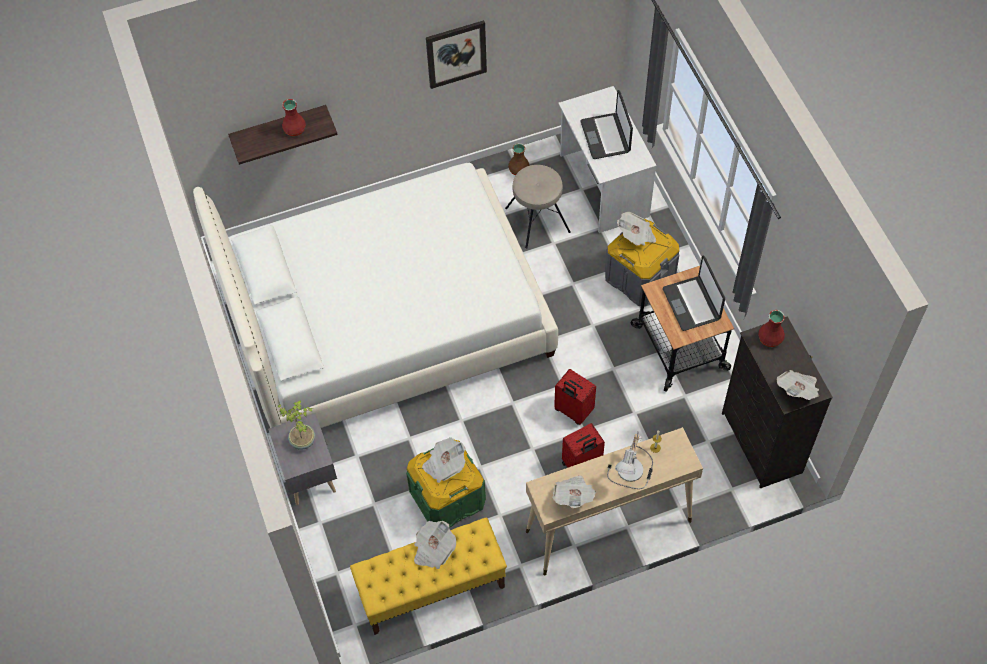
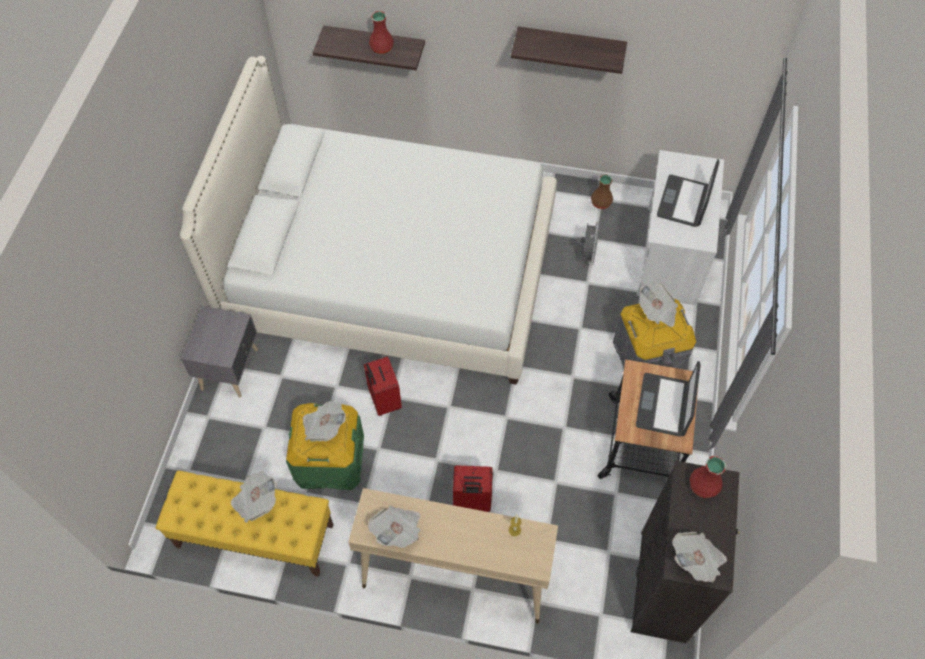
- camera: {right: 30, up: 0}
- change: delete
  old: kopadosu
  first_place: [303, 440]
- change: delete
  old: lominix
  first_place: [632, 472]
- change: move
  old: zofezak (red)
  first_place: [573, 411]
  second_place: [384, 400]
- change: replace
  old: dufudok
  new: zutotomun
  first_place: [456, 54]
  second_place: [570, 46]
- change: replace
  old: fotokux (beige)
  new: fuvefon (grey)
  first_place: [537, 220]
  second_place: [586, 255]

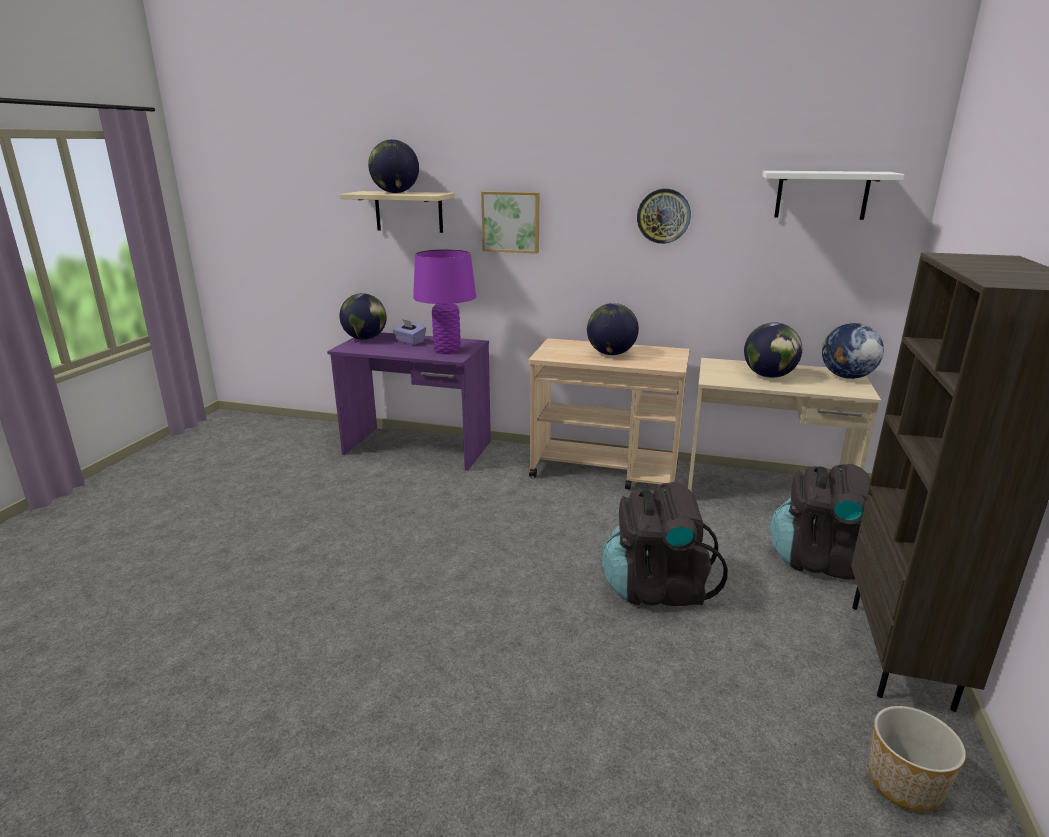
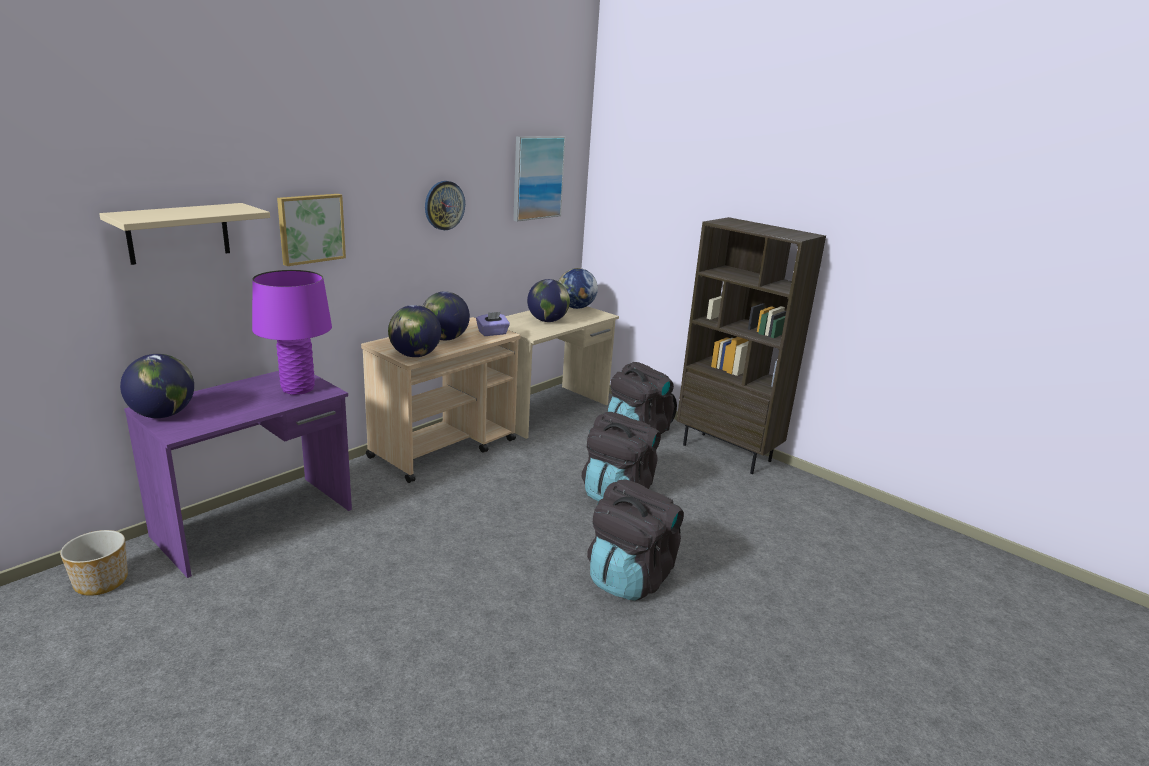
- camera: {right: -65, up: 0}
- change: insert
  new: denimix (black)
  second_place: [630, 577]
- change: move
  old: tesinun
  first_place: [395, 193]
  second_place: [415, 355]
- change: move
  old: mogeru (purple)
  first_place: [410, 342]
  second_place: [492, 333]
- change: move
  old: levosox
  first_place: [903, 784]
  second_place: [101, 583]
- change: replace
  old: zutotomun (white)
  new: dufudok
  first_place: [821, 195]
  second_place: [537, 177]

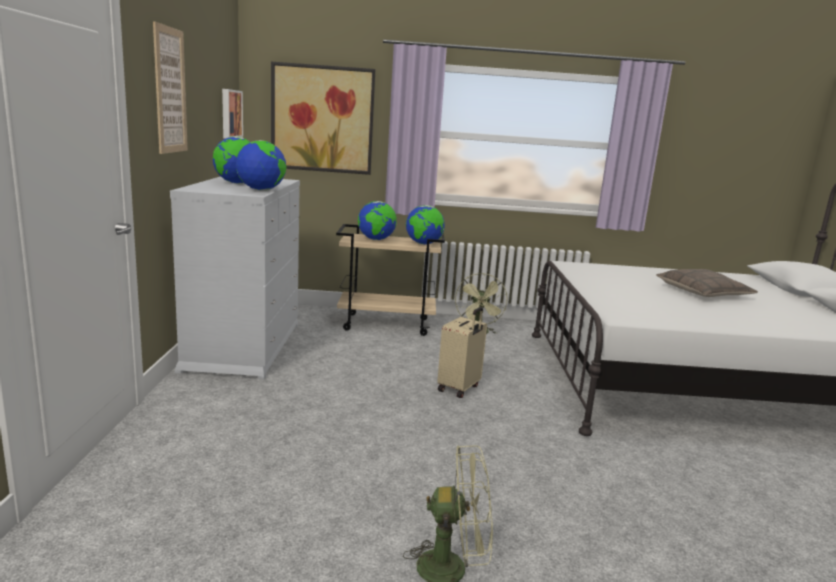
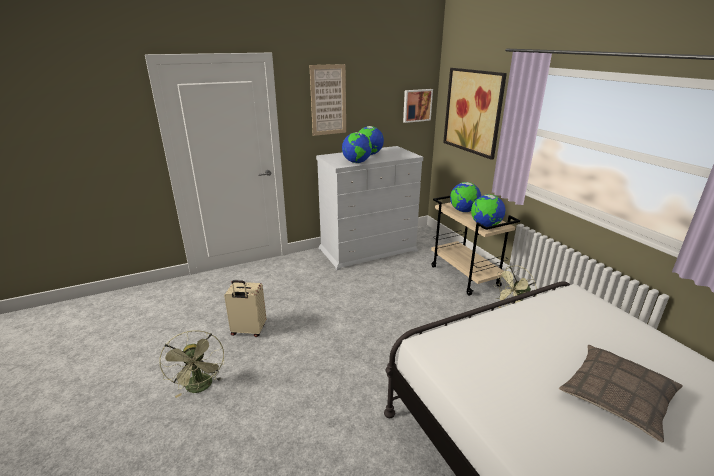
- camera: {right: 65, up: 10}
- change: move
  old: zofezak (beige)
  first_place: [459, 388]
  second_place: [248, 331]

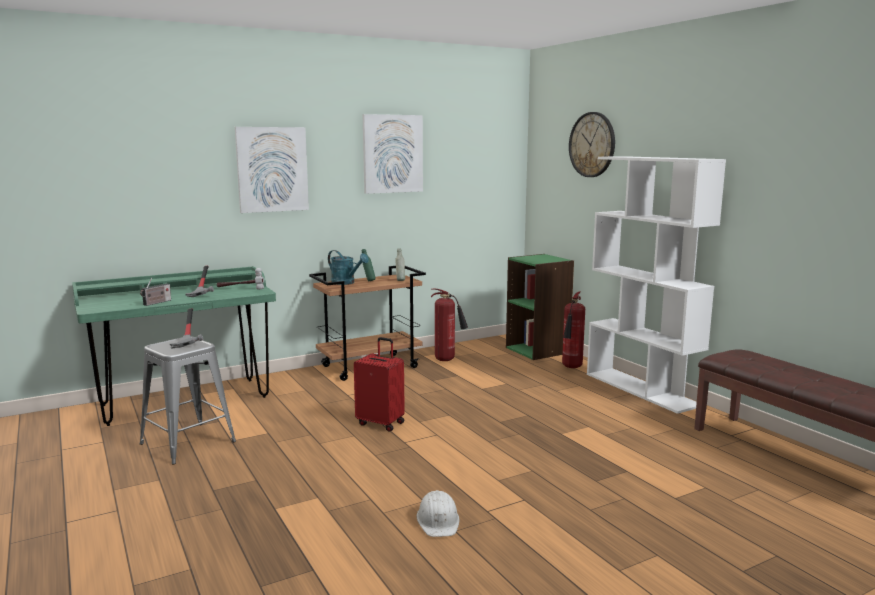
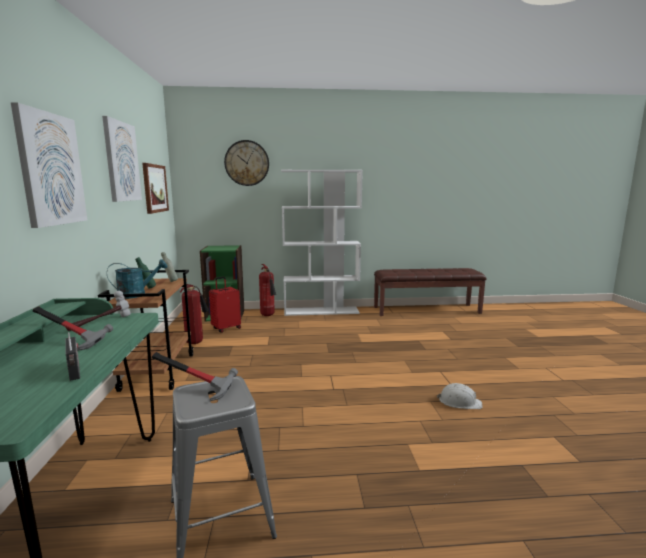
- camera: {right: -65, up: 0}
- change: insert
  new: dufudok
  second_place: [155, 188]
- change: move
  old: zofezak (red)
  first_place: [381, 423]
  second_place: [226, 328]

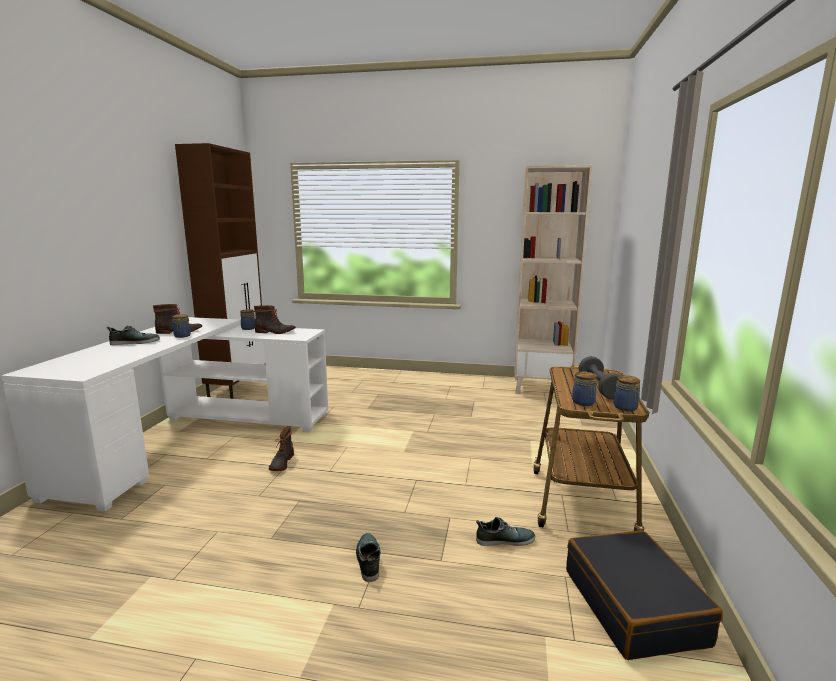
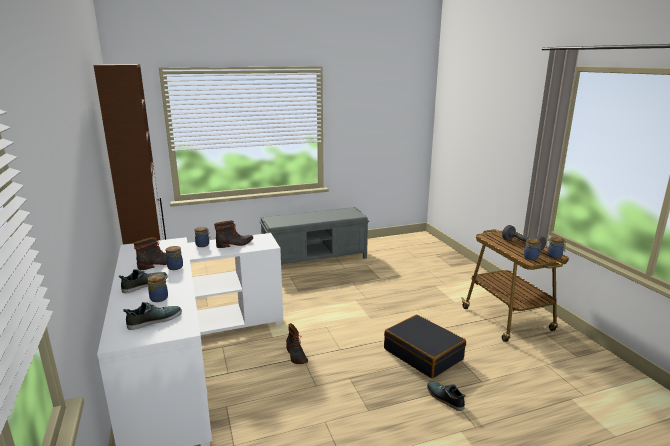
- camera: {right: -30, up: 5}
- change: delete
  old: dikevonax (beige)
  first_place: [541, 387]
- change: insert
  new: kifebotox
  second_place: [158, 298]
- change: insert
  new: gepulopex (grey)
  second_place: [315, 258]
- change: move
  old: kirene
  first_place: [504, 539]
  second_place: [154, 320]
- change: move
  old: zofezak (black)
  first_place: [634, 606]
  second_place: [423, 354]

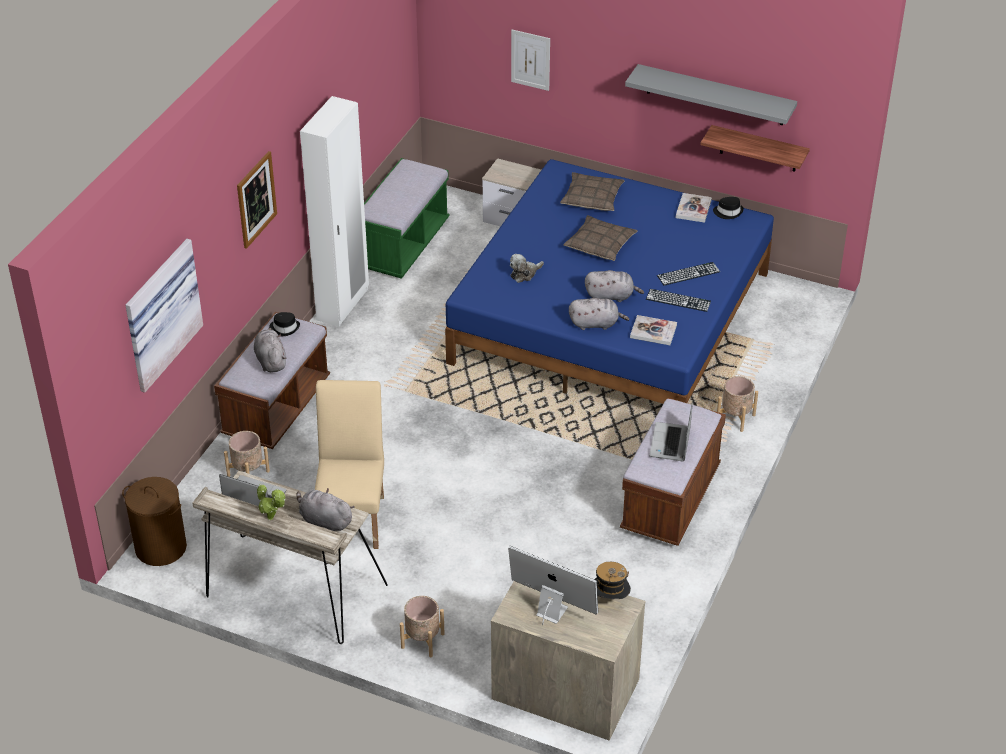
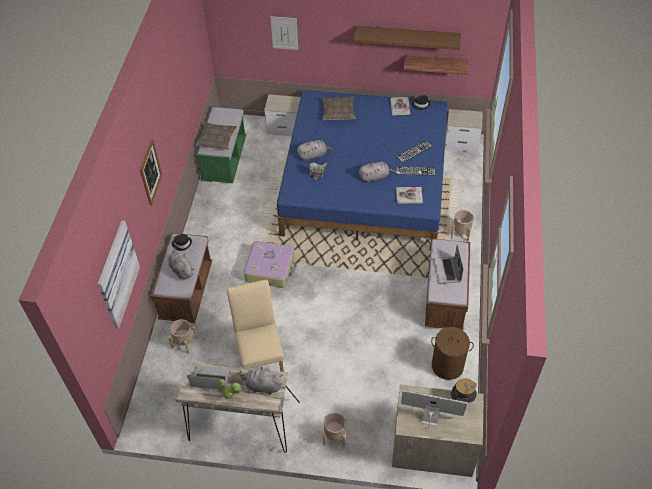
- camera: {right: -15, up: 10}
- change: delete
  old: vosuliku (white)
  first_place: [343, 305]
- change: insert
  new: zofezak
  second_place: [270, 268]
- change: insert
  new: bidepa
  second_place: [461, 143]
- change: move
  old: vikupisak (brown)
  first_place: [160, 547]
  second_place: [447, 365]
- change: move
  old: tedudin
  first_place: [600, 244]
  second_place: [216, 139]
- change: move
  old: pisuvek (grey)
  first_place: [596, 324]
  second_place: [313, 155]
- change: recolor
  old: zutotomun (grey)
  new: zutotomun (brown)
  first_place: [715, 95]
  second_place: [407, 37]

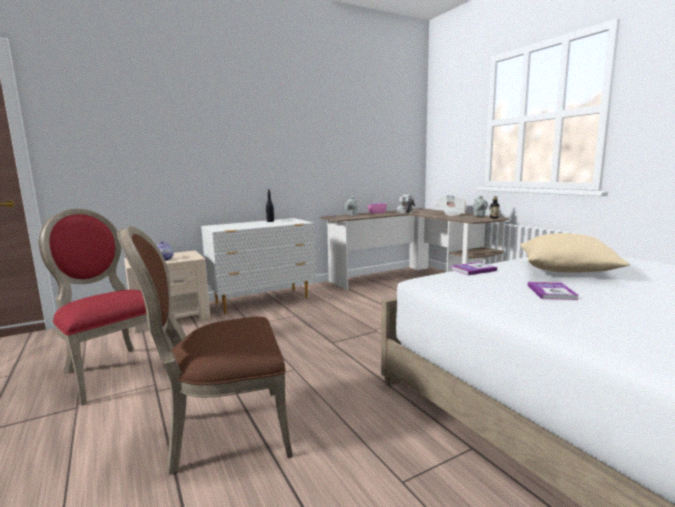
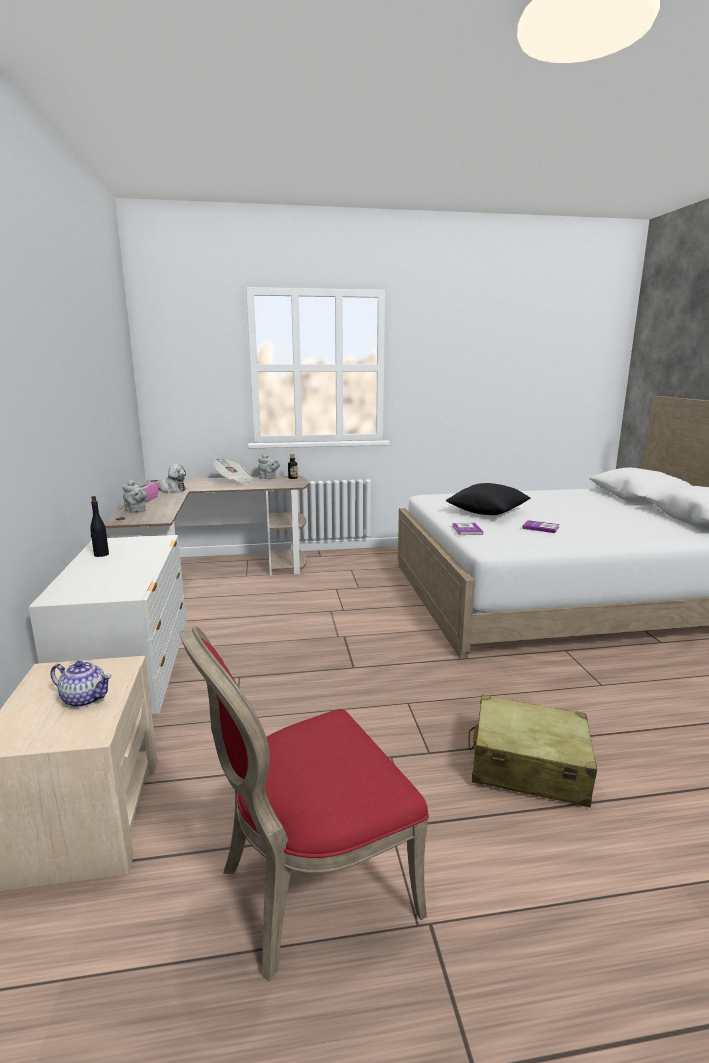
- camera: {right: -70, up: 5}
- change: replace
  old: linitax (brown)
  new: zofezak (beige)
  first_place: [223, 432]
  second_place: [528, 766]
- change: recolor
  old: tedudin (beige)
  new: tedudin (black)
  first_place: [566, 271]
  second_place: [488, 512]

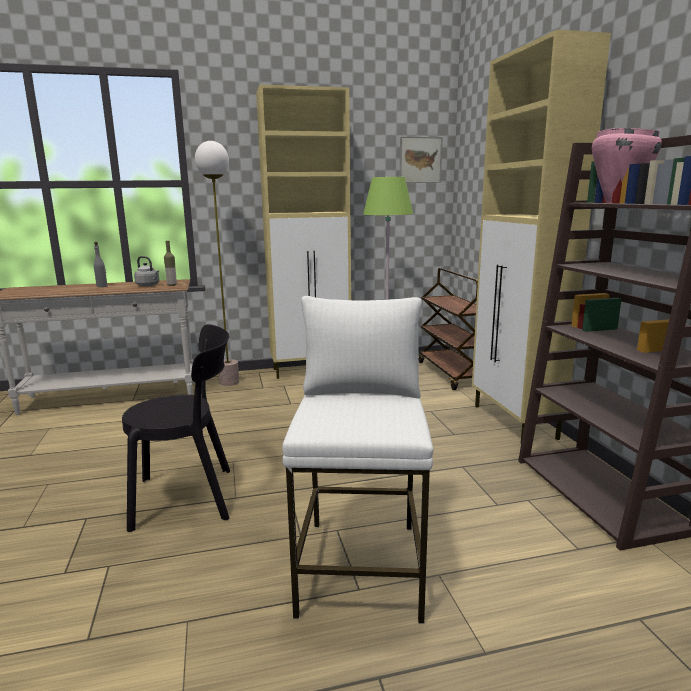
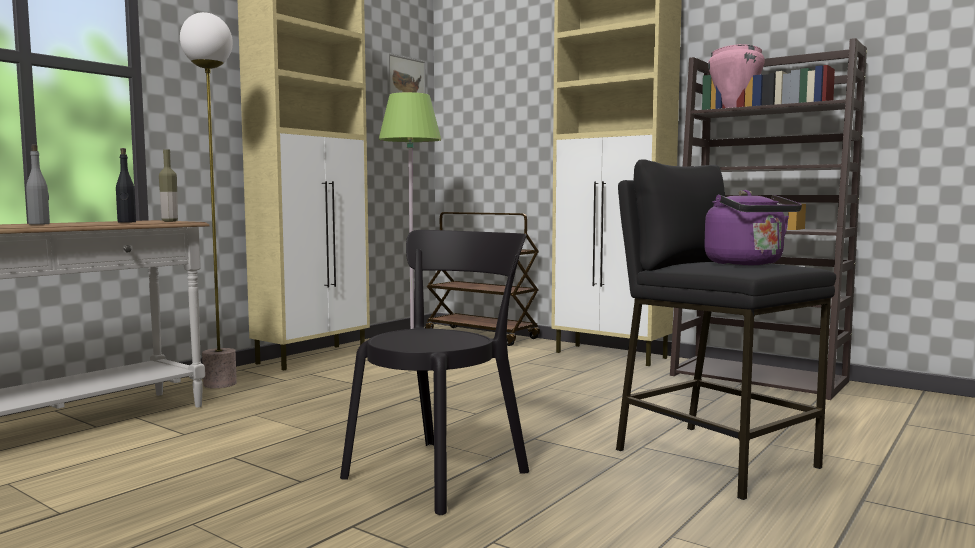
- camera: {right: -40, up: -10}
- change: insert
  new: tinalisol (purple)
  second_place: [747, 264]
- change: replace
  old: tinalisol (grey)
  new: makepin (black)
  first_place: [148, 285]
  second_place: [126, 222]
- change: recolor
  old: fotokux (white)
  new: fotokux (black)
  first_place: [361, 567]
  second_place: [714, 458]

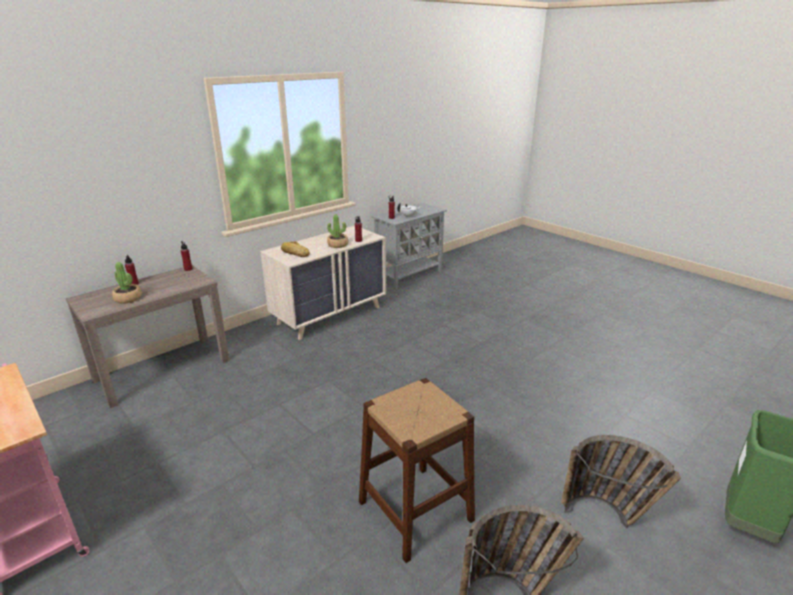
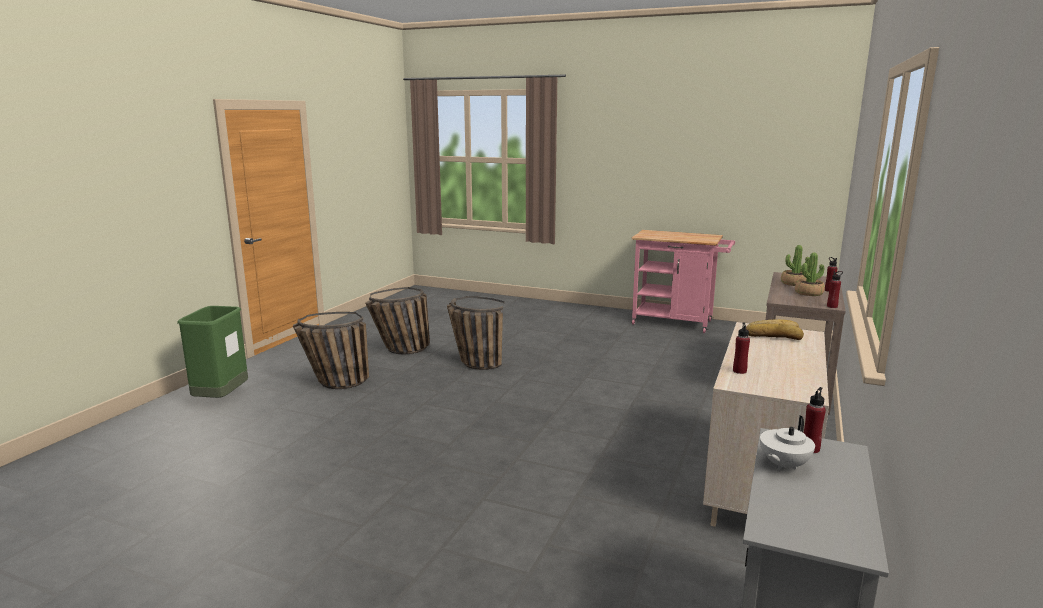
- camera: {right: 155, up: -10}
- change: move
  old: kopadosu
  first_place: [338, 245]
  second_place: [809, 293]
- change: replace
  old: fotokux (brown)
  new: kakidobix
  first_place: [415, 510]
  second_place: [472, 362]

